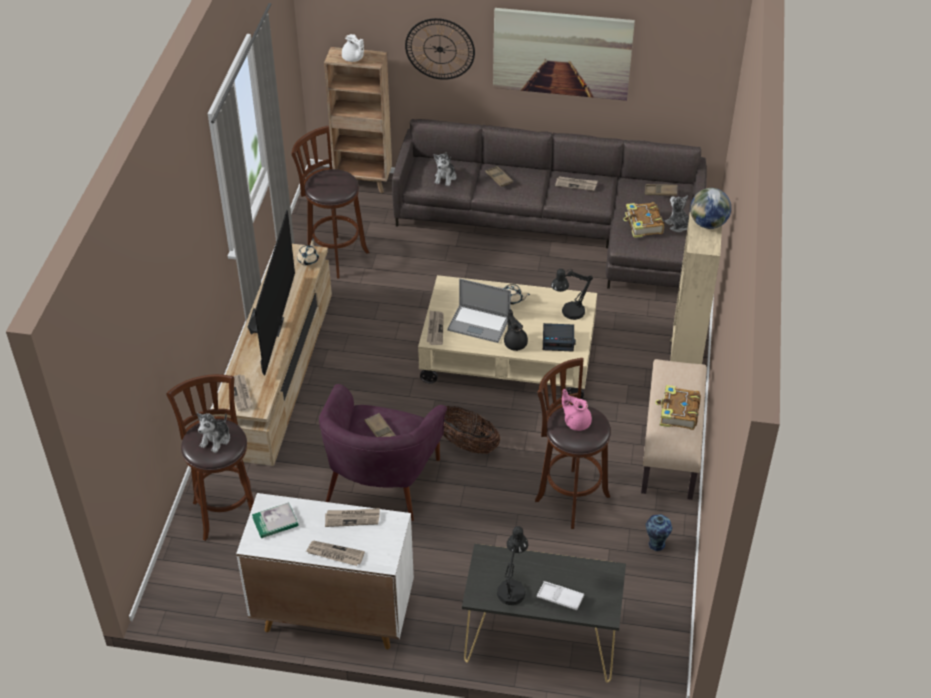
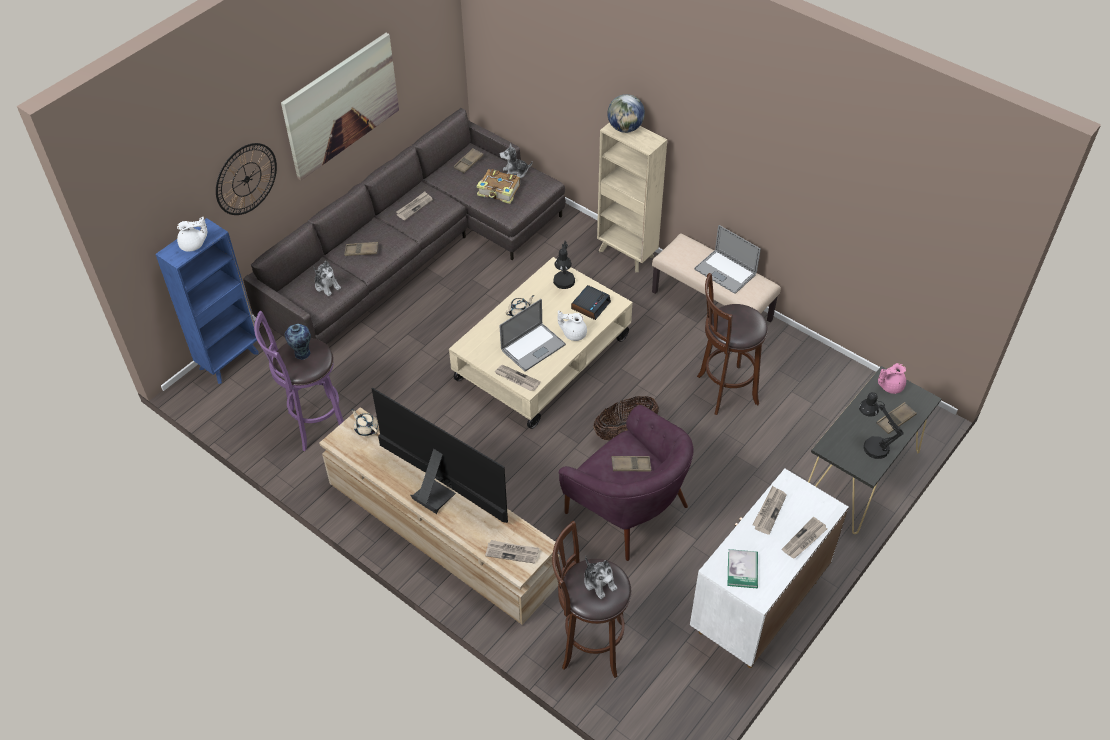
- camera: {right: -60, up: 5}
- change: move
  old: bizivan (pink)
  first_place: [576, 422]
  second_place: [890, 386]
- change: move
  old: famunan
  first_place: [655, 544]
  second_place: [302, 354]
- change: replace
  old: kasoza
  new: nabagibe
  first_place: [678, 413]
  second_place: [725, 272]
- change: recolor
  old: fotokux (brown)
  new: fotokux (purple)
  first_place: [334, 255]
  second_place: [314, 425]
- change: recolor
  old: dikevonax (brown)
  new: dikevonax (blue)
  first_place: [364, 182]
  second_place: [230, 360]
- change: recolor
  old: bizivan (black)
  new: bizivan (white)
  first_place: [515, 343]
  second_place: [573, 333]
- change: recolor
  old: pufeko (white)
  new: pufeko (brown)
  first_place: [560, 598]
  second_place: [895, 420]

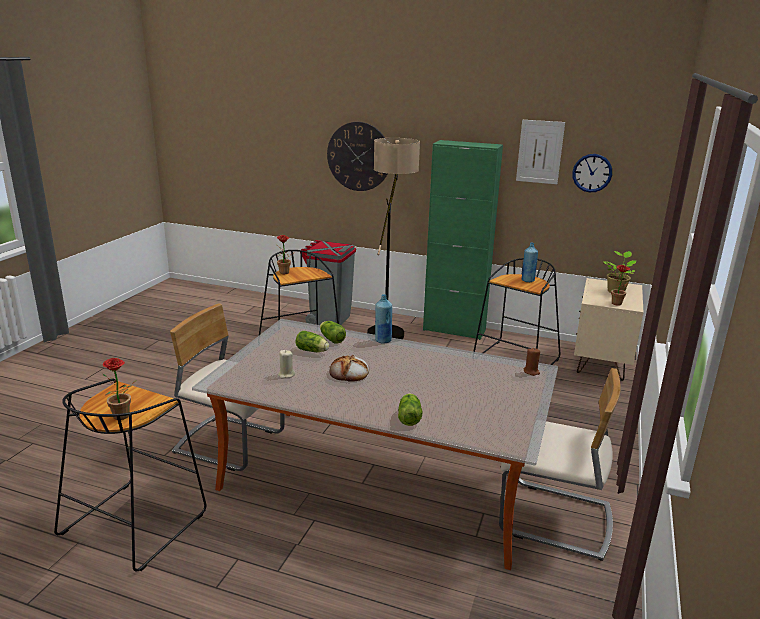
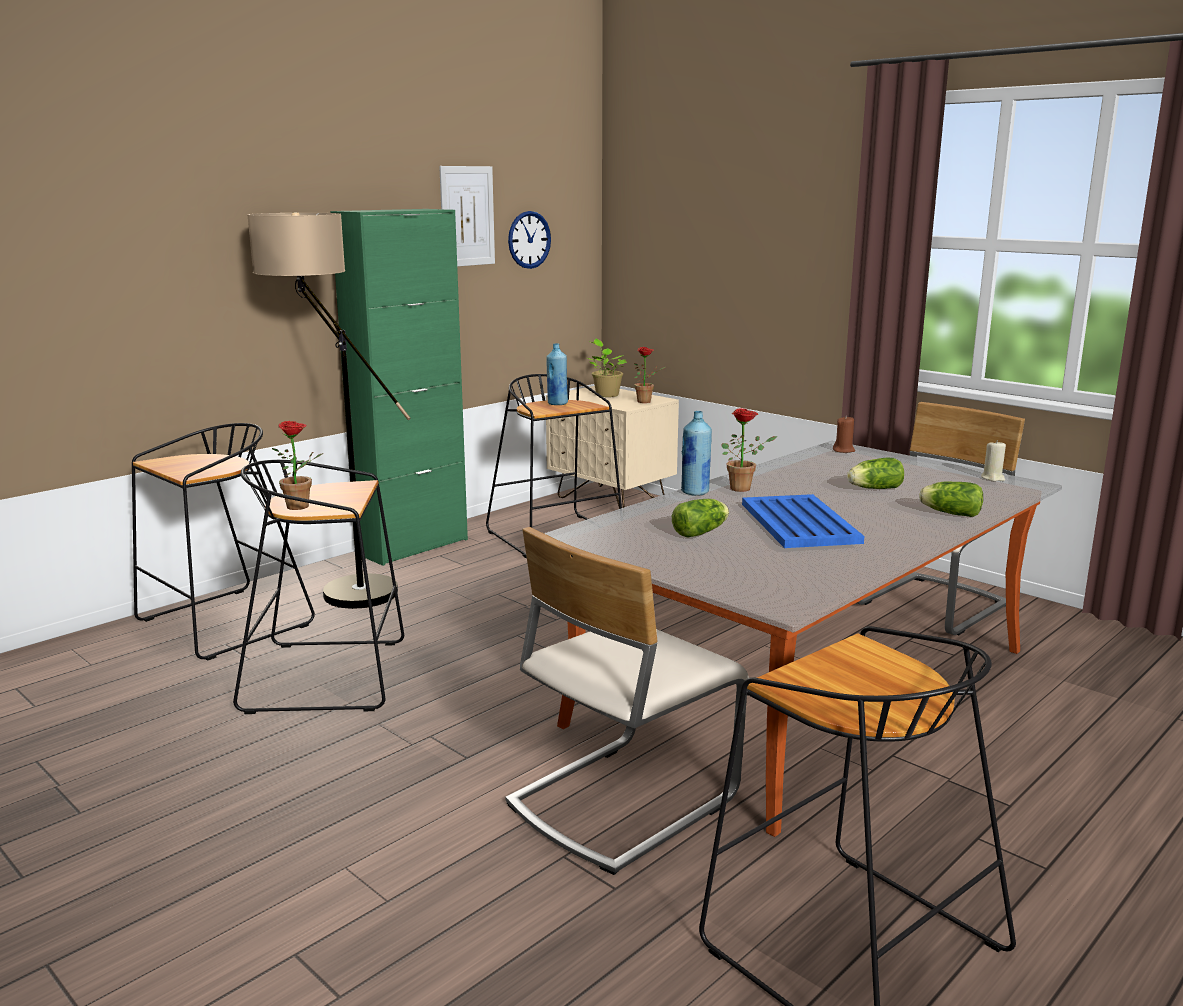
- camera: {right: -65, up: -5}
- change: delete
  old: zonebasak
  first_place: [359, 156]
- change: move
  old: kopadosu
  first_place: [122, 417]
  second_place: [744, 488]
- change: move
  old: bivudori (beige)
  first_place: [286, 374]
  second_place: [992, 478]
- change: move
  old: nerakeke
  first_place: [331, 338]
  second_place: [873, 488]
- change: replace
  old: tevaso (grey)
  new: fotokux (black)
  first_place: [329, 319]
  second_place: [223, 625]
- change: replace
  old: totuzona
  new: pufeko (blue)
  first_place: [349, 373]
  second_place: [799, 522]

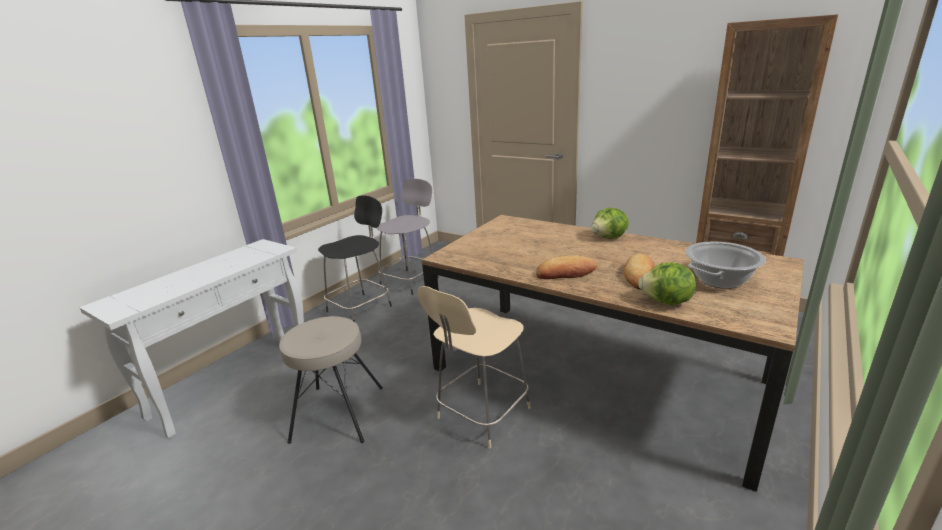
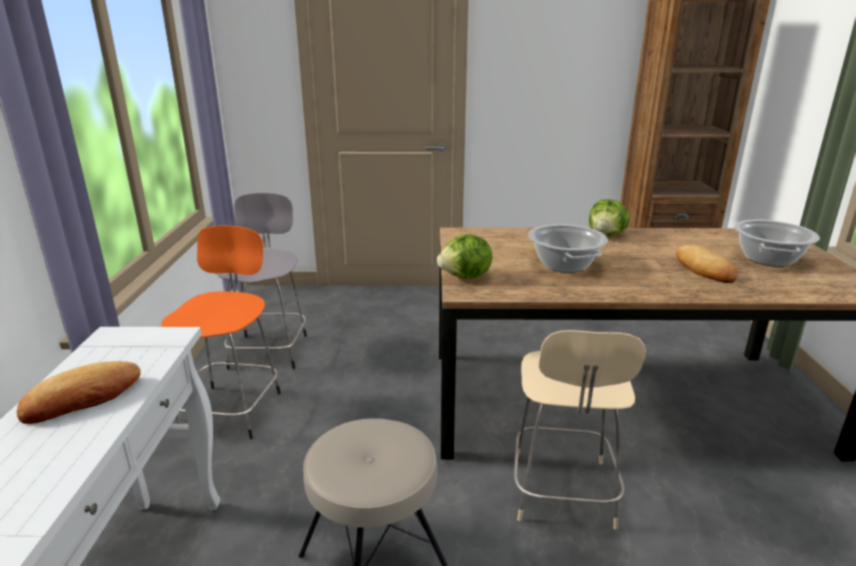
- camera: {right: -35, up: 0}
- change: insert
  new: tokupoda
  second_place: [565, 265]
- change: move
  old: totuzona
  first_place: [566, 273]
  second_place: [82, 398]
- change: move
  old: nerakeke
  first_place: [666, 302]
  second_place: [466, 277]
- change: recolor
  old: fotokux (black)
  new: fotokux (orange)
  first_place: [361, 308]
  second_place: [232, 409]

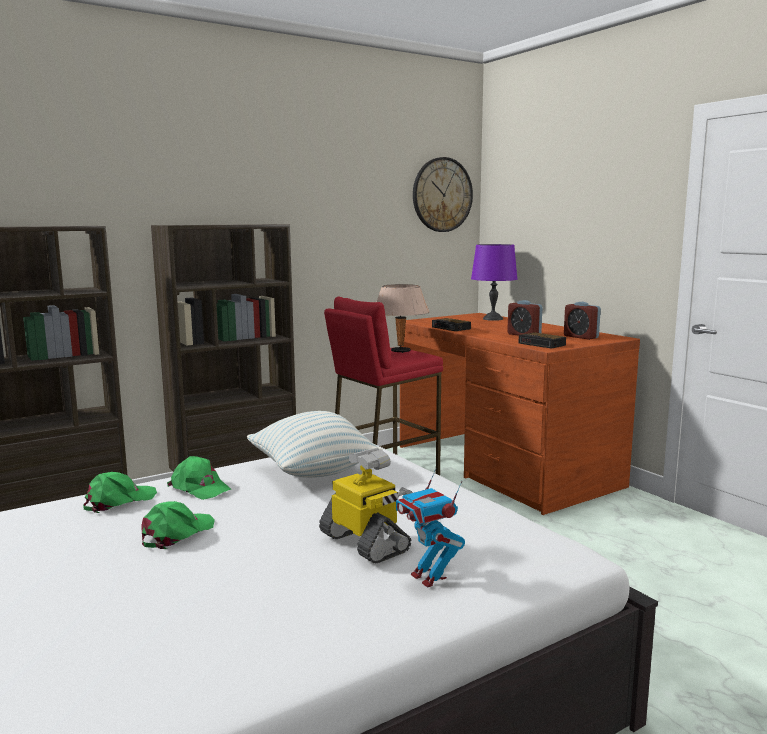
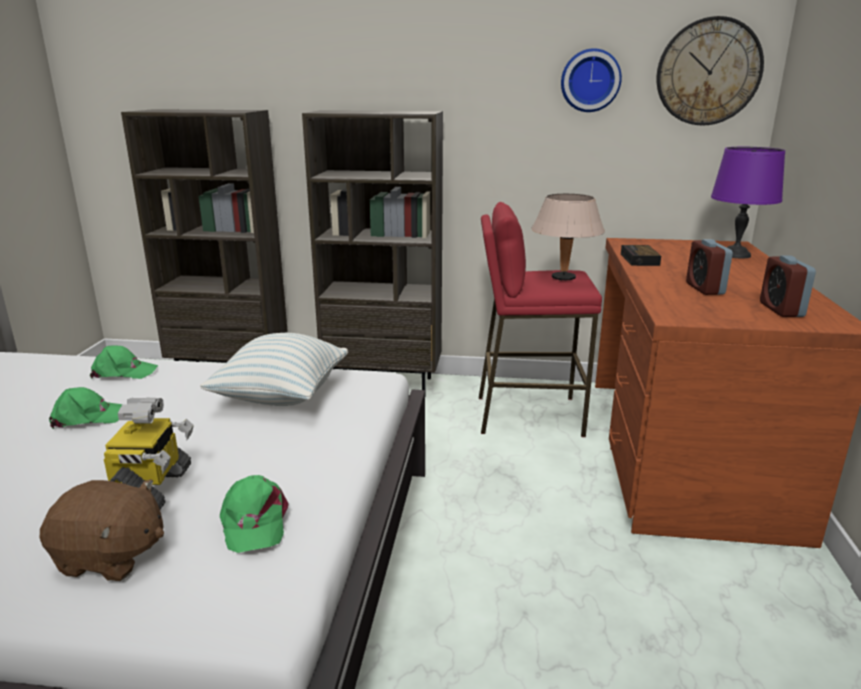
- camera: {right: 40, up: 10}
- change: delete
  old: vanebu
  first_place: [542, 344]
- change: insert
  new: zonebasak
  second_place: [590, 80]
- change: move
  old: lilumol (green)
  first_place: [199, 488]
  second_place: [254, 522]
- change: replace
  old: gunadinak
  new: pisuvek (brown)
  first_place: [429, 577]
  second_place: [111, 557]

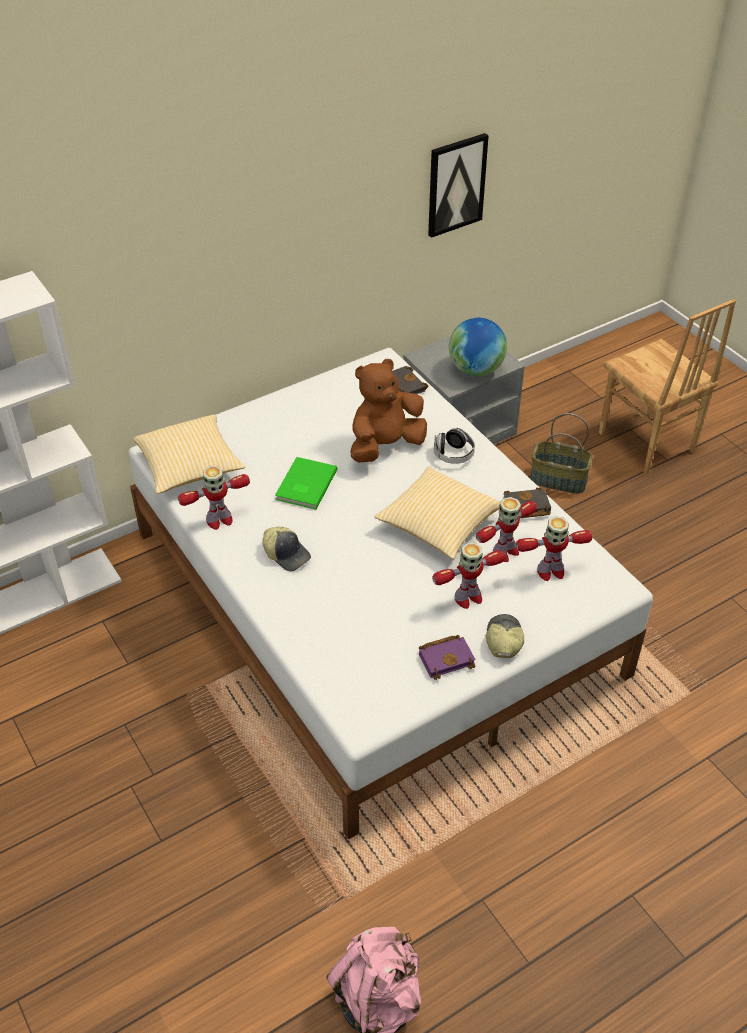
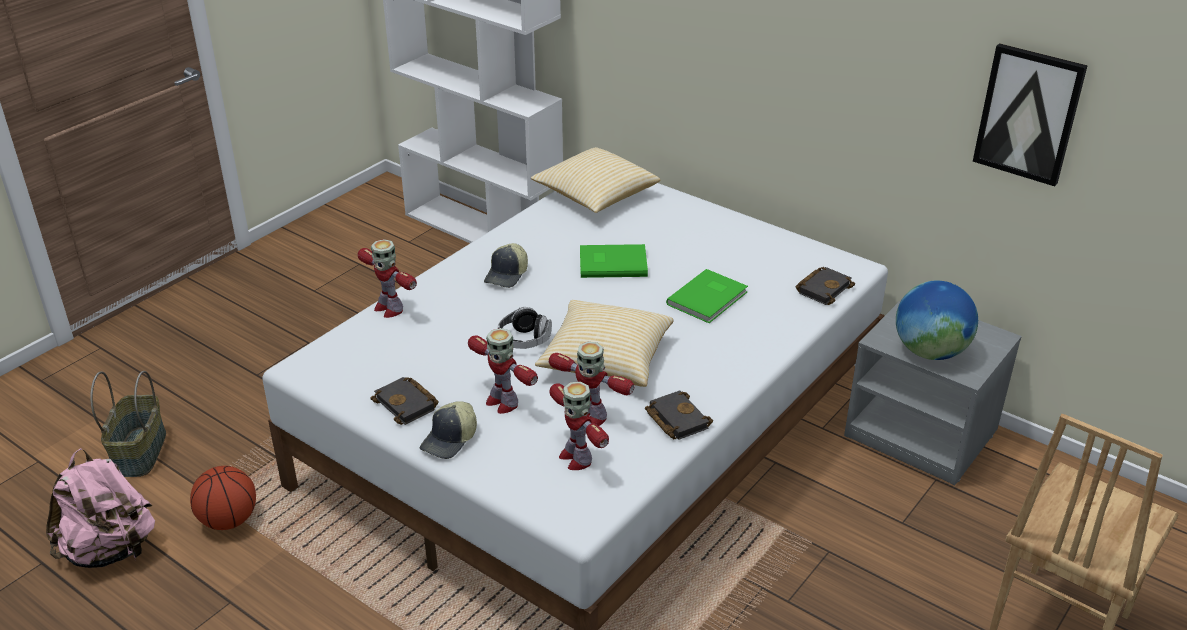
- camera: {right: 70, up: -10}
- change: insert
  new: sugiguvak
  second_place: [228, 521]
- change: move
  old: gunadinak
  first_place: [219, 520]
  second_place: [389, 308]
- change: move
  old: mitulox
  first_place: [453, 455]
  second_place: [524, 340]
- change: move
  old: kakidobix
  first_place: [557, 480]
  second_place: [139, 452]
- change: replace
  old: pisuvek (brown)
  new: kasoza (green)
  first_place: [385, 446]
  second_place: [709, 298]
- change: recolor
  old: kasoza (purple)
  new: kasoza (black)
  first_place: [447, 658]
  second_place: [408, 404]
- change: rotate
  old: lilumol
  first_place: [503, 639]
  second_place: [450, 440]
  degrees: 135

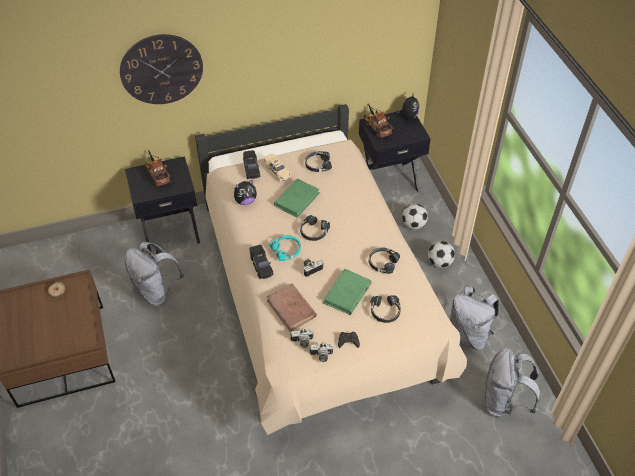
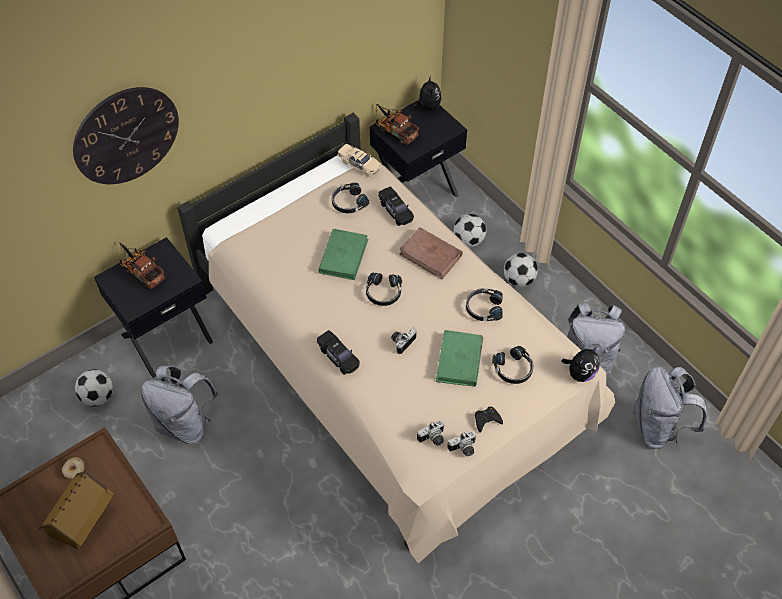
- camera: {right: -20, up: 5}
- change: delete
  old: mitulox (turquoise)
  first_place: [286, 250]
- change: insert
  new: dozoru
  second_place: [83, 521]
- change: insert
  new: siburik
  second_place: [98, 397]
- change: move
  old: pisuvek
  first_place: [245, 201]
  second_place: [580, 373]
- change: move
  old: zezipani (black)
  first_place: [251, 168]
  second_place: [396, 211]
- change: move
  old: zezipani (beige)
  first_place: [277, 171]
  second_place: [359, 164]
- change: move
  old: kasoza (brown)
  first_place: [291, 309]
  second_place: [431, 255]

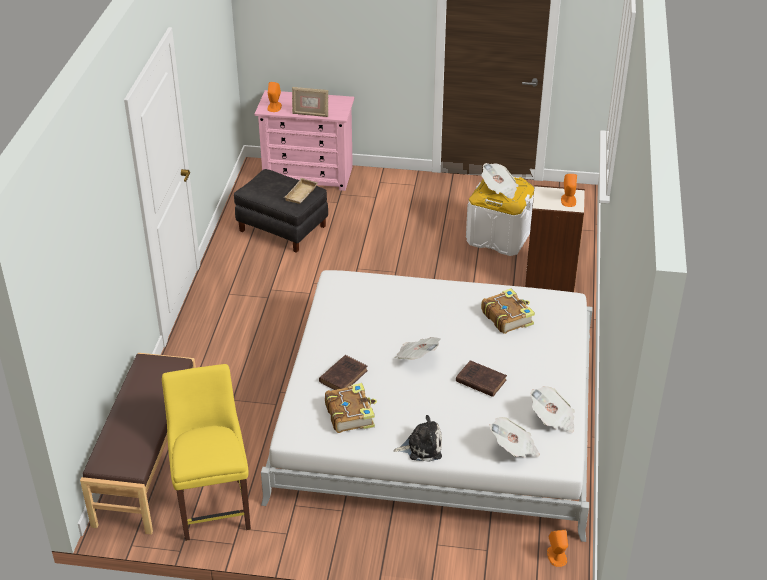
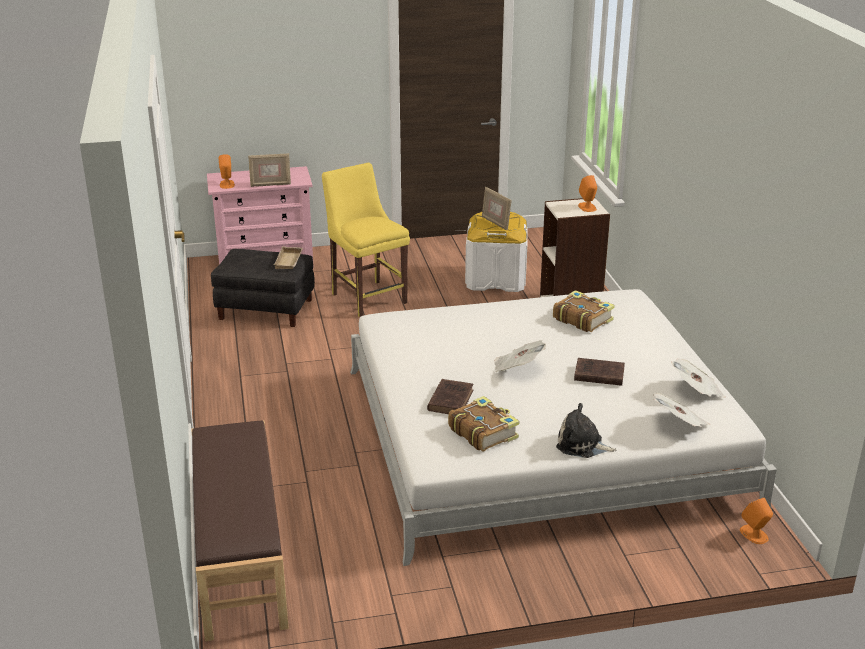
- camera: {right: -20, up: -10}
- change: move
  old: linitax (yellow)
  first_place: [214, 505]
  second_place: [367, 297]
- change: replace
  old: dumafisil
  new: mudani
  first_place: [499, 189]
  second_place: [495, 223]
- change: rotate
  old: pisuvek
  first_place: [422, 447]
  second_place: [582, 445]
  degrees: -135

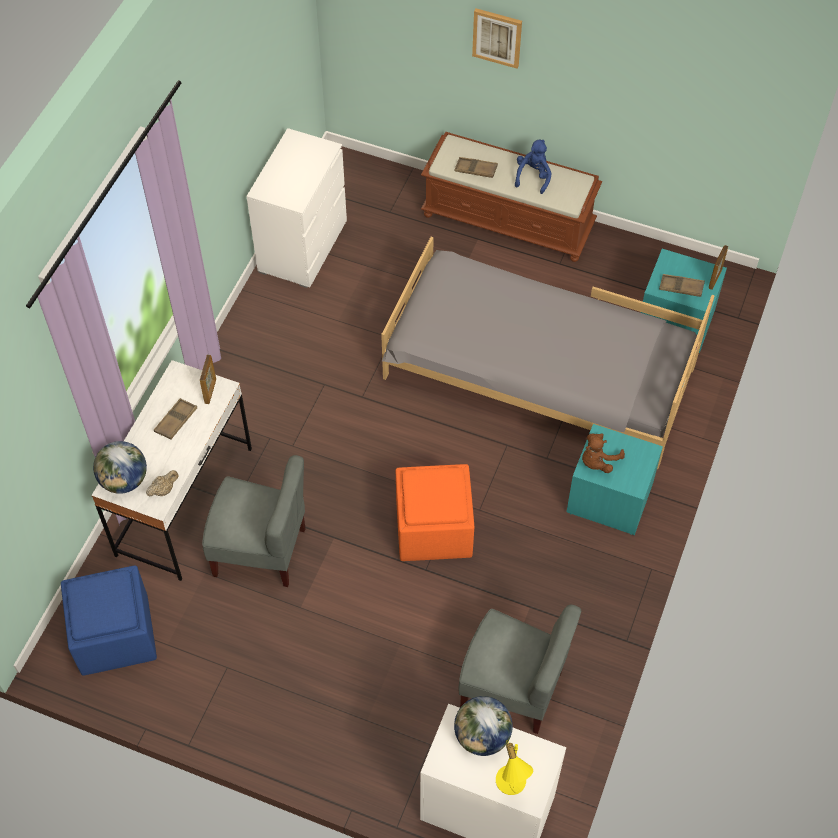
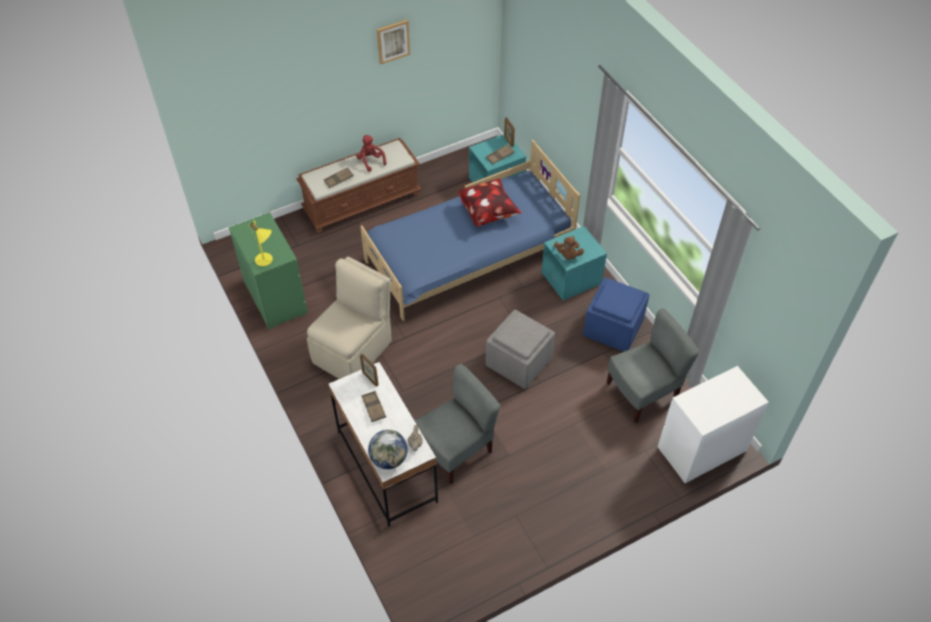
- camera: {right: -50, up: -5}
- change: delete
  old: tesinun
  first_place: [482, 736]
- change: insert
  new: linitax (beige)
  second_place: [354, 350]
- change: insert
  new: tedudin
  second_place: [488, 212]
- change: move
  old: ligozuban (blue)
  first_place: [114, 635]
  second_place: [612, 328]
- change: move
  old: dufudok
  first_place: [497, 37]
  second_place: [393, 41]
- change: move
  old: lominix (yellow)
  first_place: [511, 786]
  second_place: [266, 261]
- change: recolor
  old: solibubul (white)
  new: solibubul (green)
  first_place: [303, 246]
  second_place: [275, 297]
- change: recolor
  old: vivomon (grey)
  new: vivomon (blue)
  first_place: [537, 373]
  second_place: [468, 255]
- change: recolor
  old: ligozuban (orange)
  new: ligozuban (grey)
  first_place: [433, 530]
  second_place: [519, 363]
- change: recolor
  old: pisuvek (blue)
  new: pisuvek (red)
  first_place: [533, 176]
  second_place: [370, 161]

